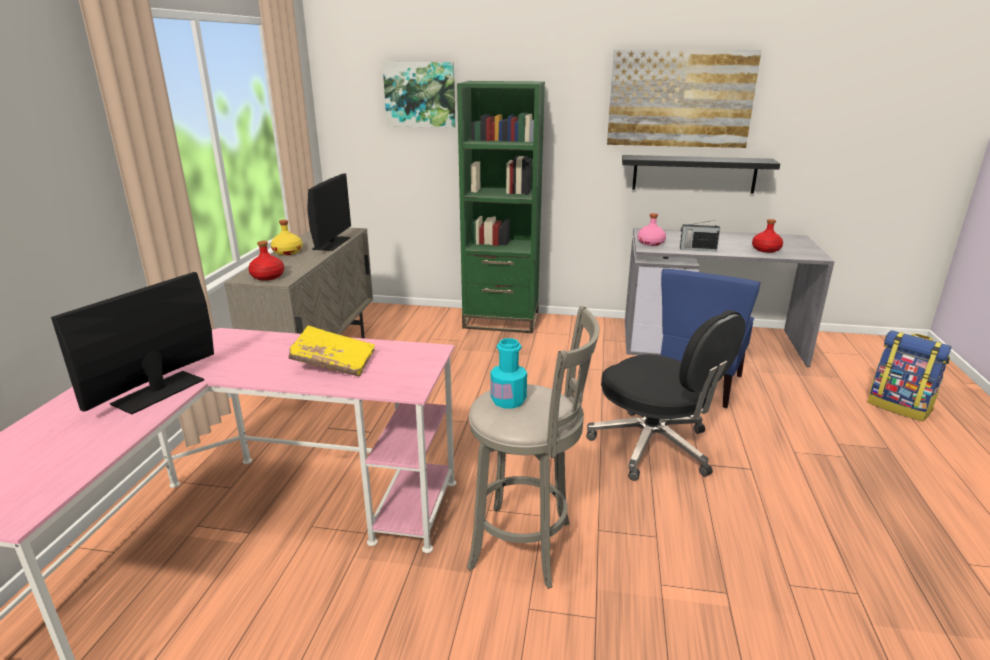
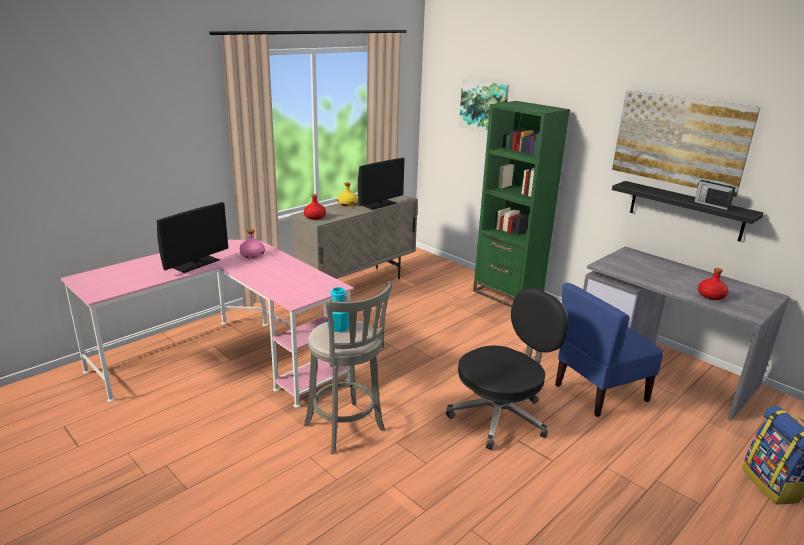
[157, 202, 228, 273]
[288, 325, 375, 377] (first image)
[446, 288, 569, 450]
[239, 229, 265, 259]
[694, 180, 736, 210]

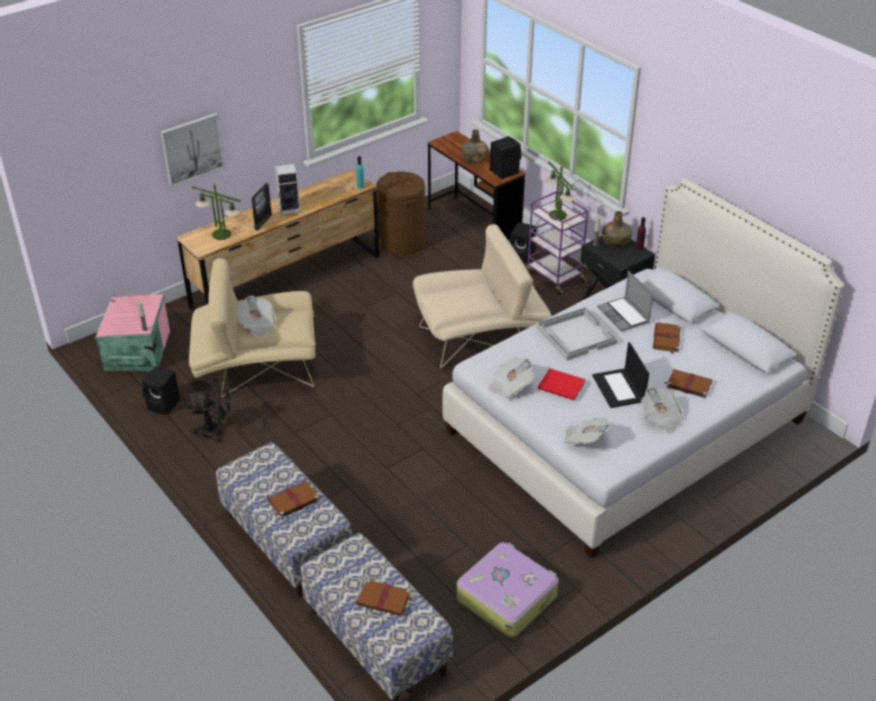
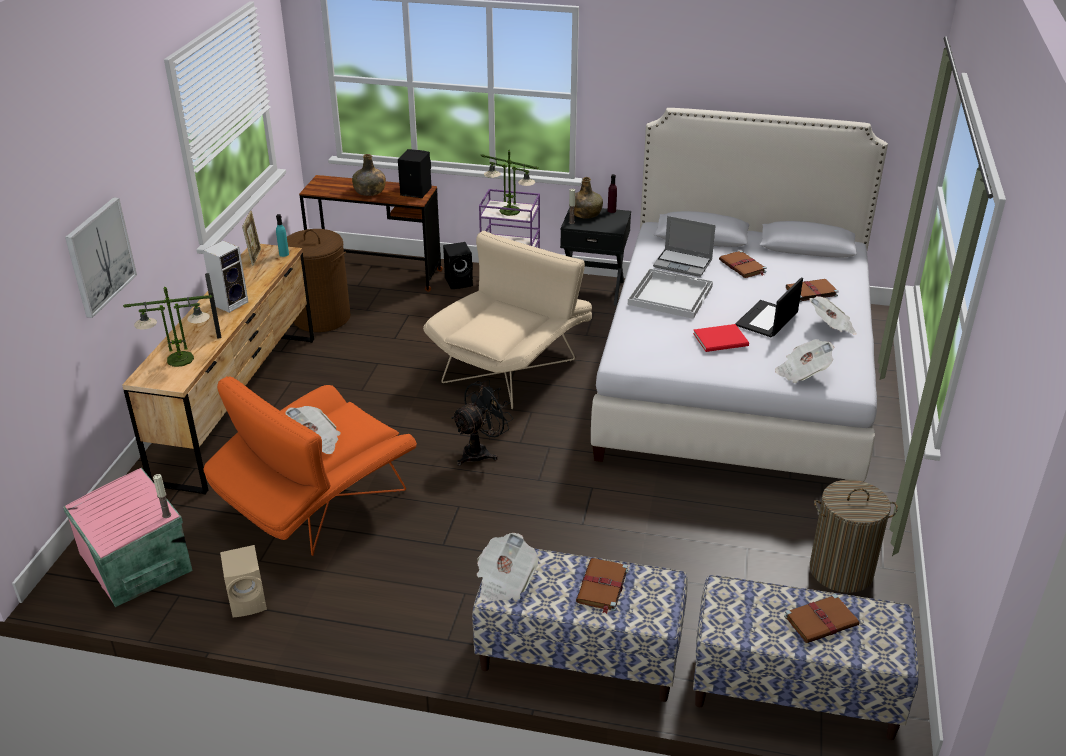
[220, 545, 267, 617]
[451, 380, 513, 466]
[204, 376, 417, 556]
[810, 480, 898, 593]
[477, 533, 538, 601]
[735, 277, 803, 338]
[242, 211, 261, 266]

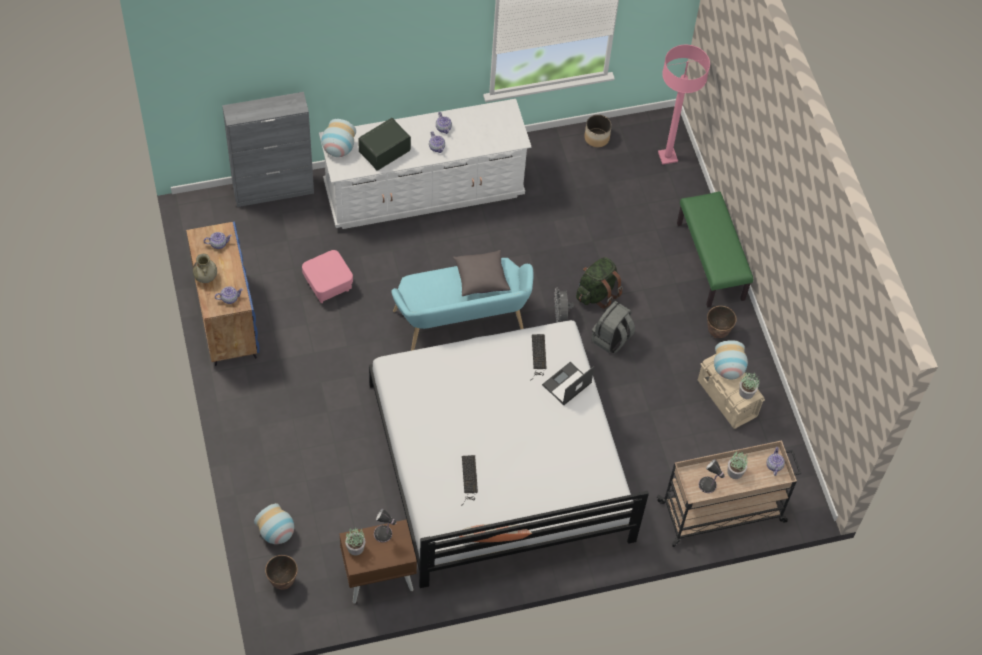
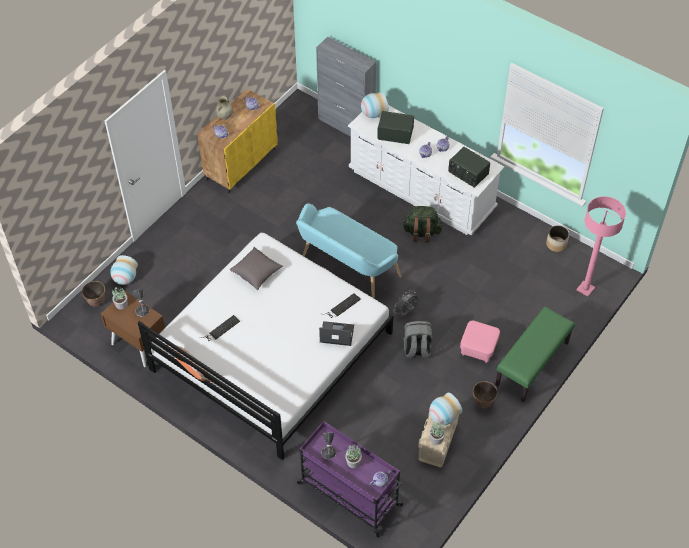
[198, 89, 278, 193]
[460, 321, 500, 363]
[230, 247, 283, 290]
[403, 206, 442, 242]
[296, 421, 403, 537]
[448, 147, 490, 188]

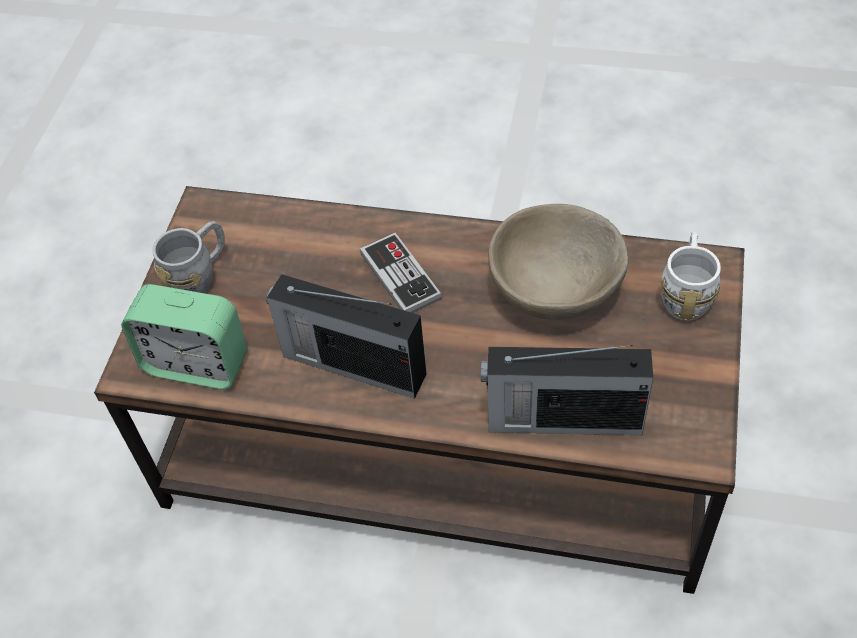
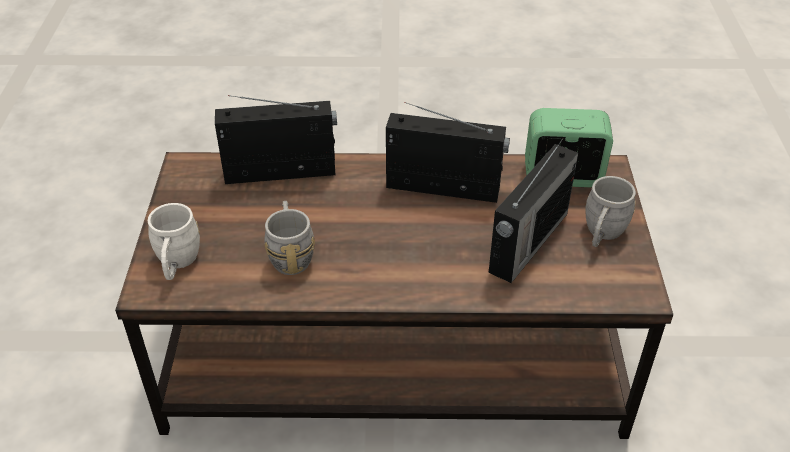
[360, 233, 442, 313] (first image)
[264, 201, 315, 275]
[489, 138, 578, 283]

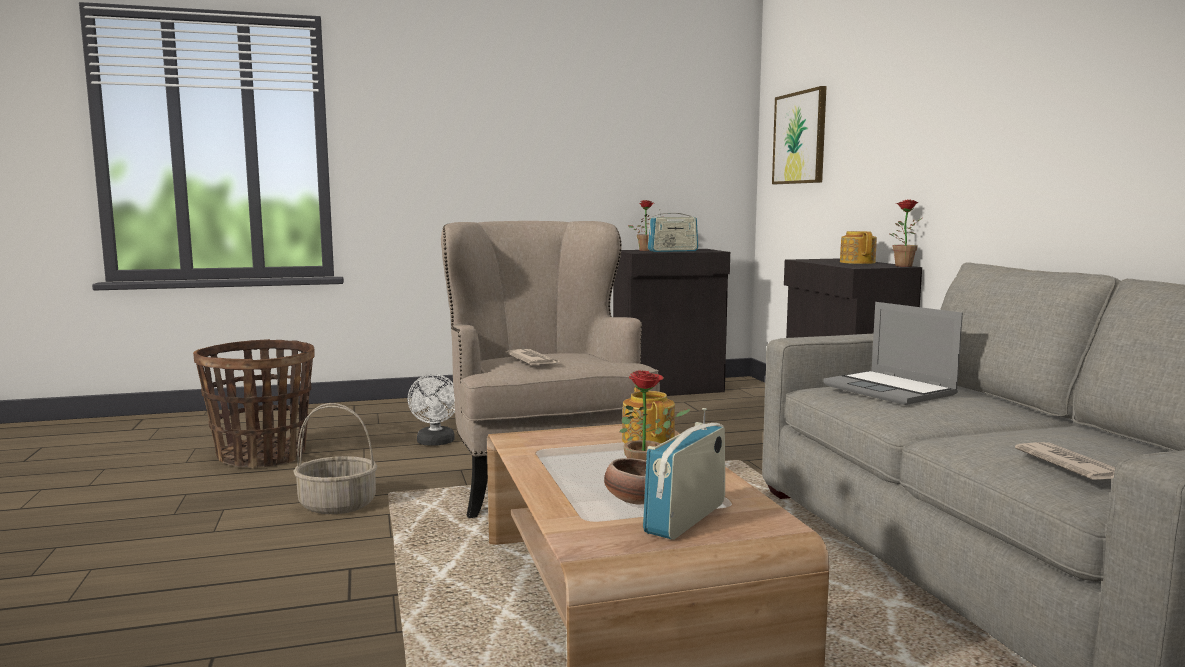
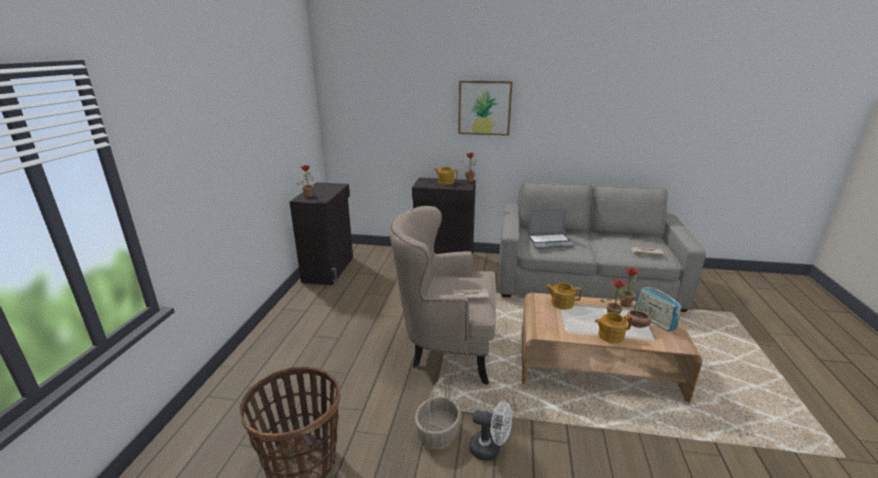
[469, 401, 512, 461]
[648, 209, 698, 252] (first image)
[458, 81, 513, 136]
[595, 313, 632, 344]
[613, 268, 639, 307]

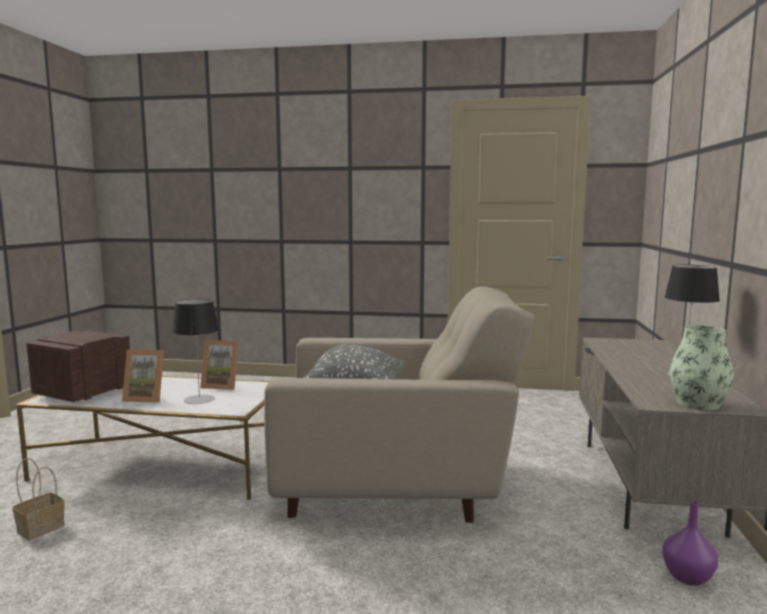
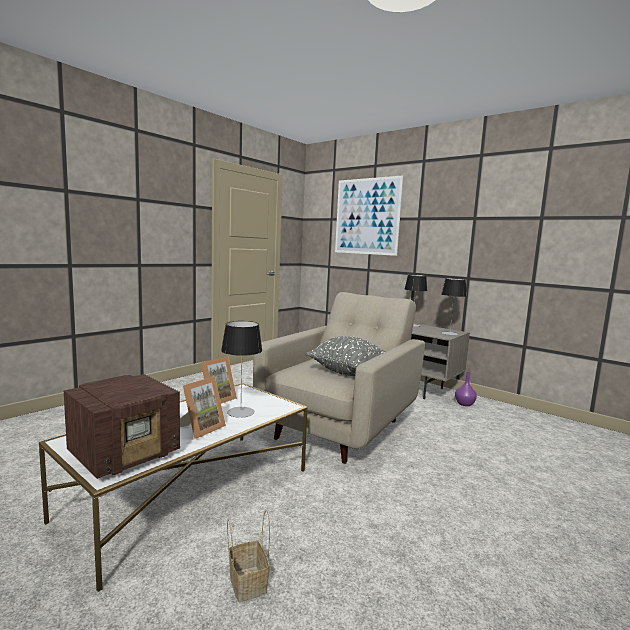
[64, 374, 180, 479]
[441, 278, 467, 335]
[335, 175, 403, 256]

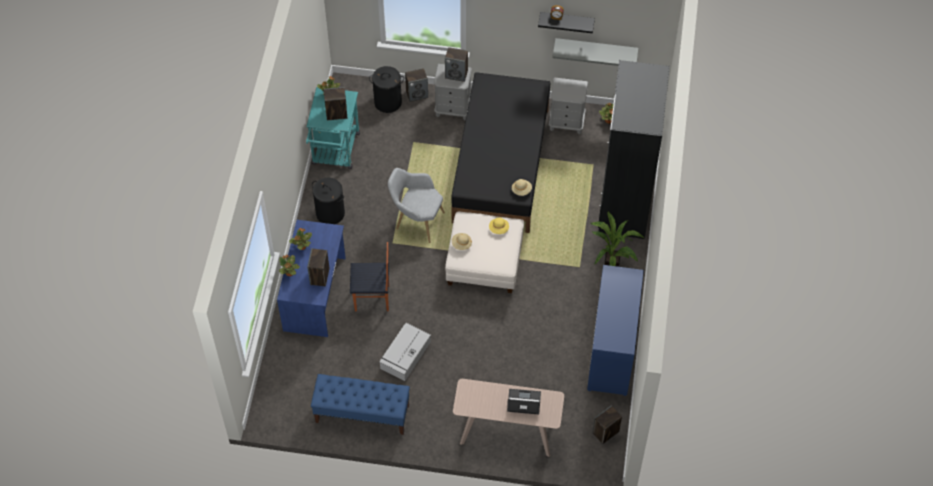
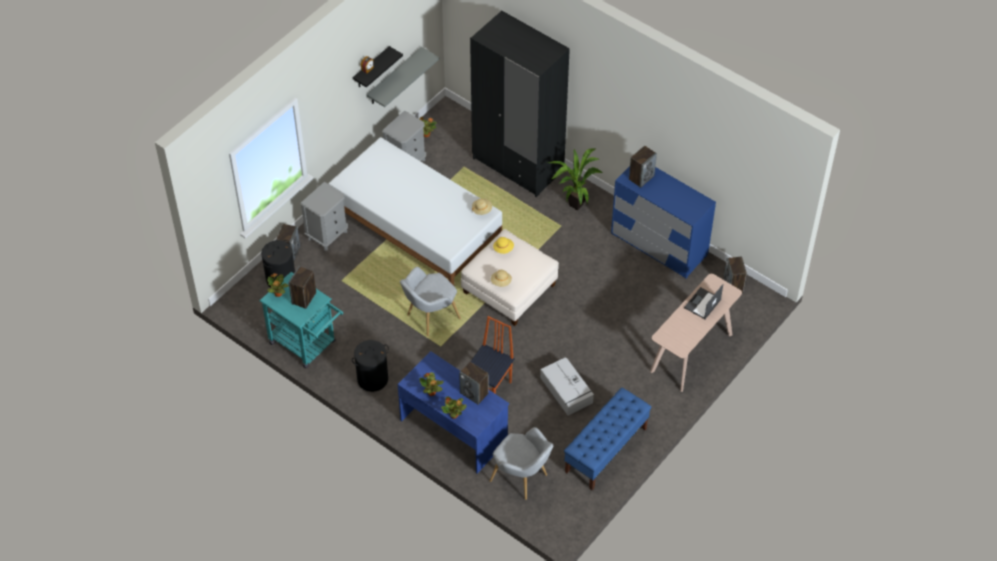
[629, 146, 657, 188]
[328, 137, 502, 286]
[490, 427, 553, 500]

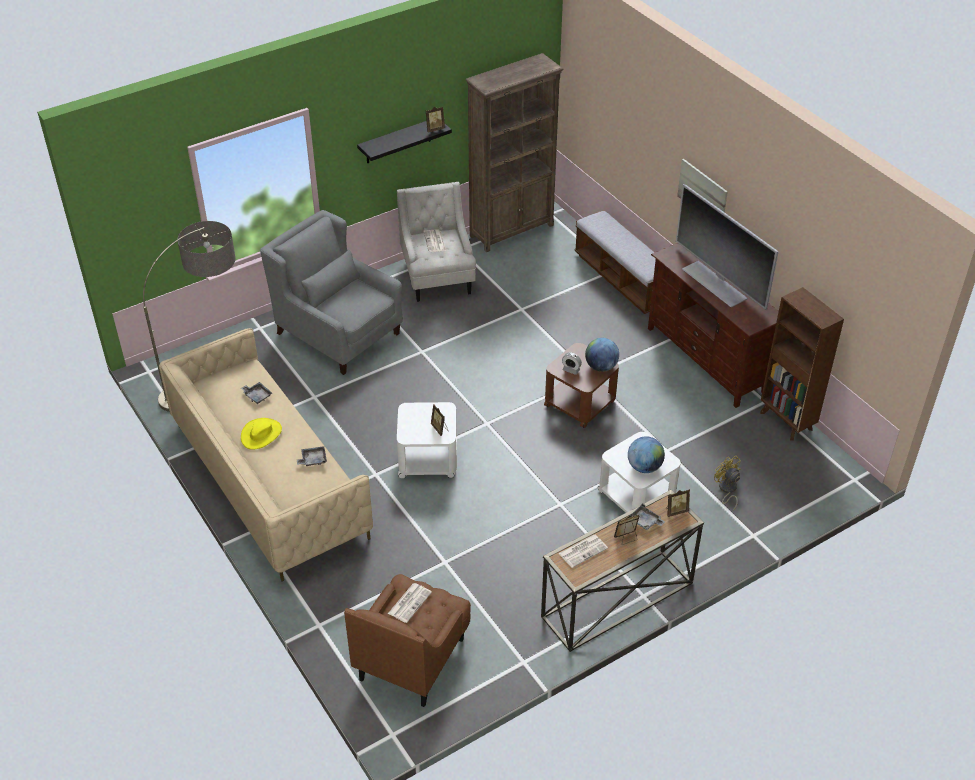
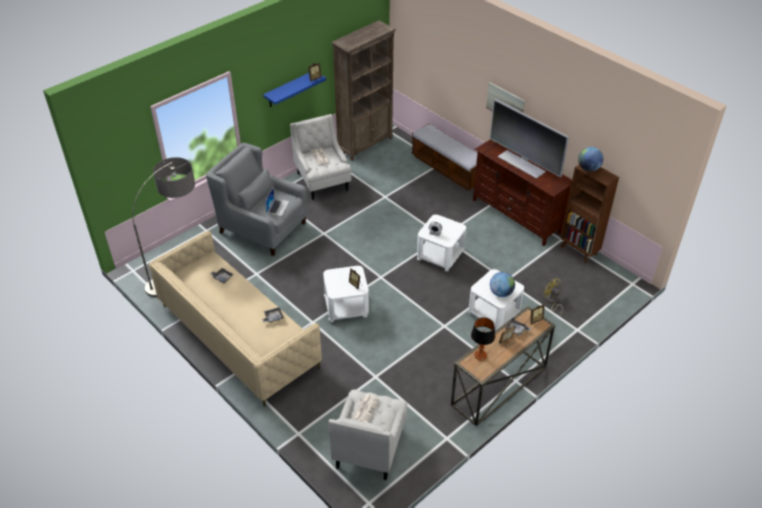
[241, 418, 282, 450] (first image)
[328, 389, 407, 480]
[263, 73, 326, 107]
[417, 215, 466, 272]
[471, 317, 495, 361]
[578, 147, 603, 172]
[265, 188, 289, 216]

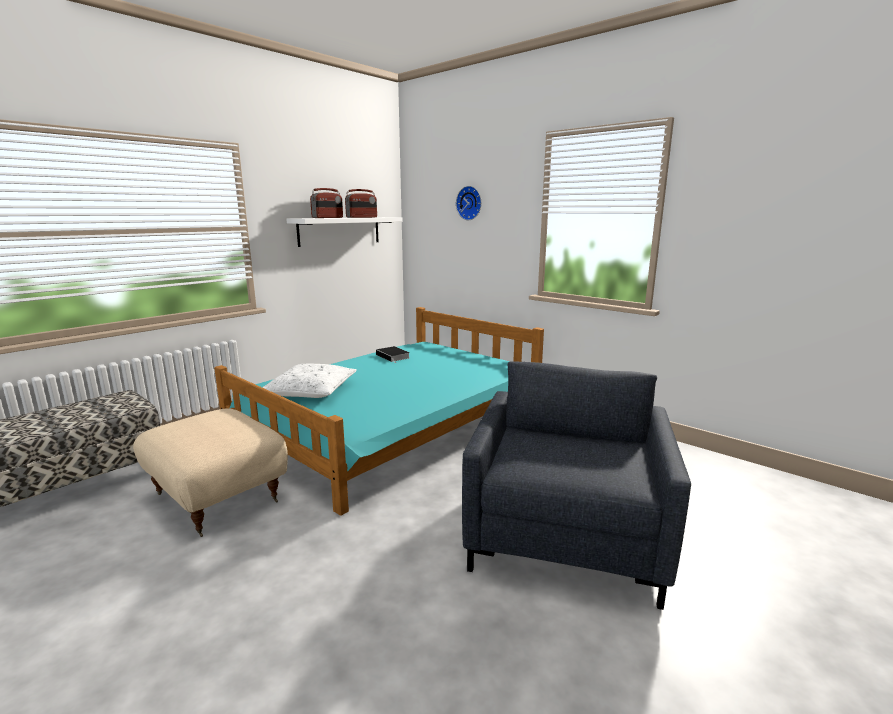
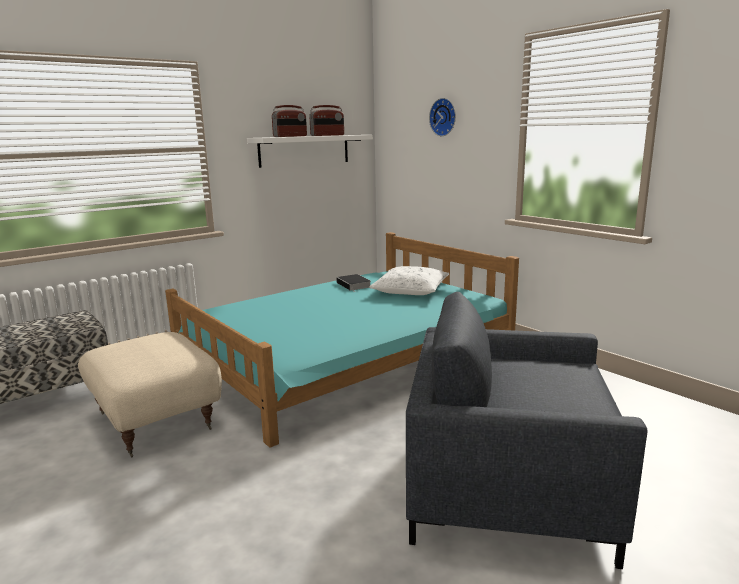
[369, 266, 449, 295]
[406, 292, 647, 569]

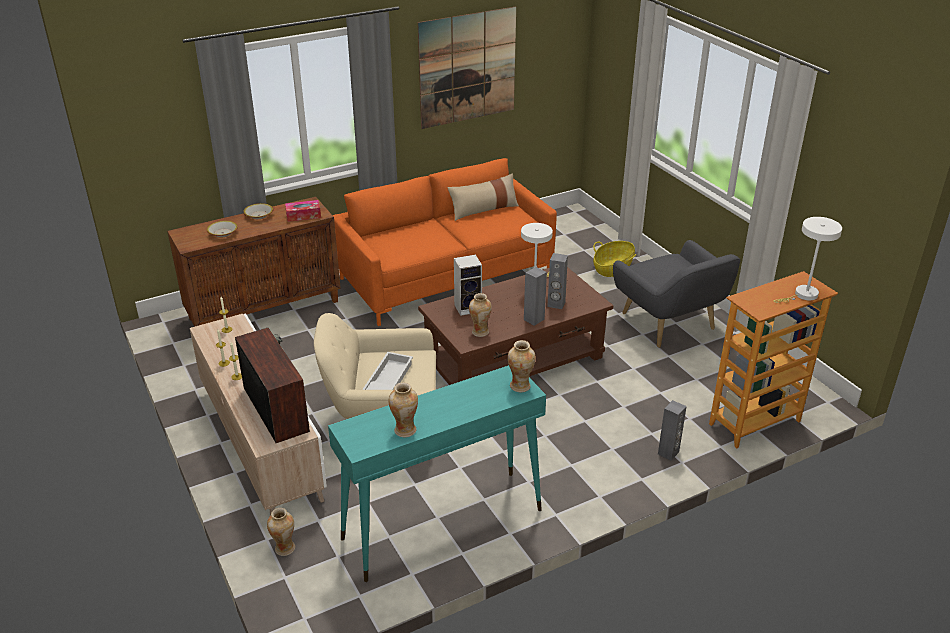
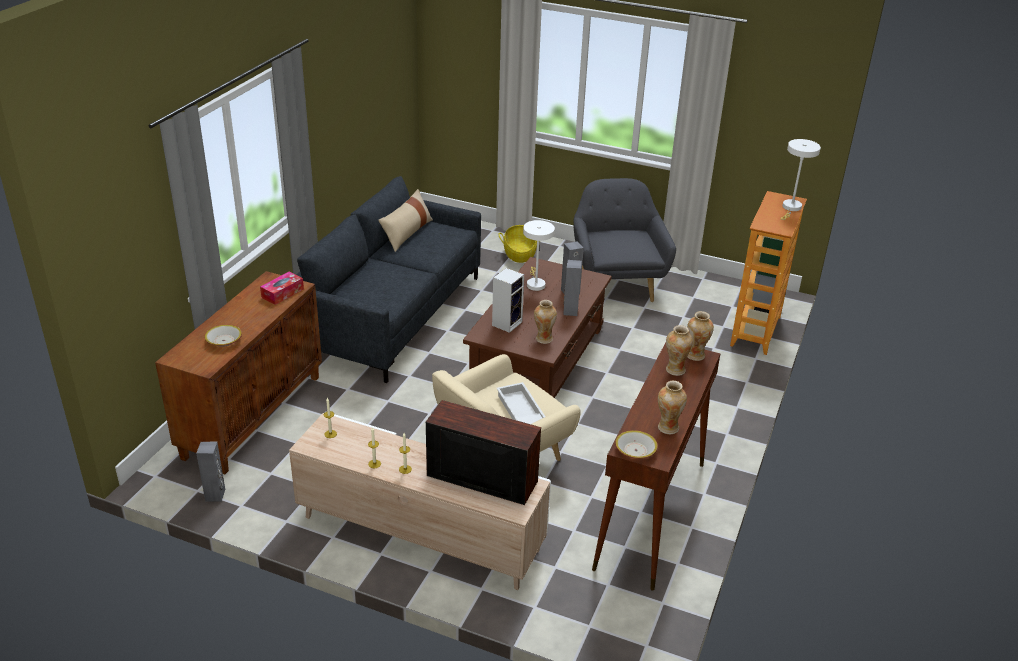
[615, 430, 658, 459]
[666, 325, 693, 376]
[592, 342, 720, 591]
[296, 176, 481, 383]
[418, 6, 516, 129] (first image)
[573, 178, 676, 302]
[196, 442, 225, 502]

